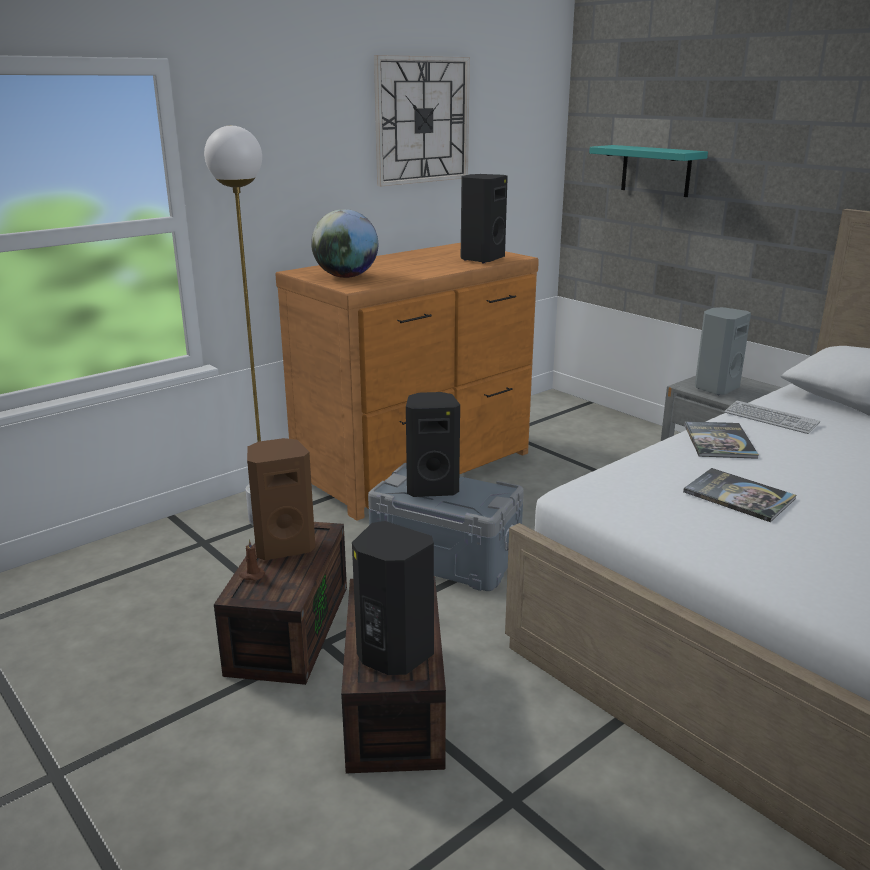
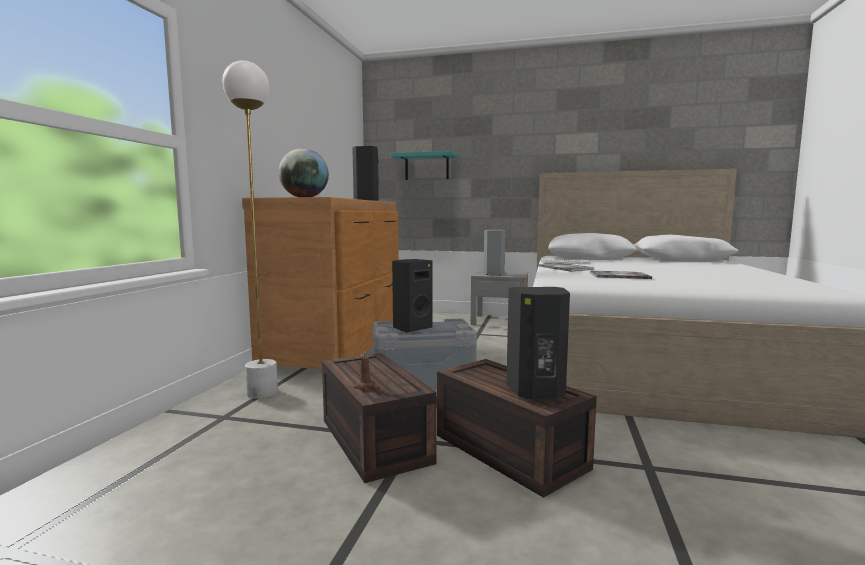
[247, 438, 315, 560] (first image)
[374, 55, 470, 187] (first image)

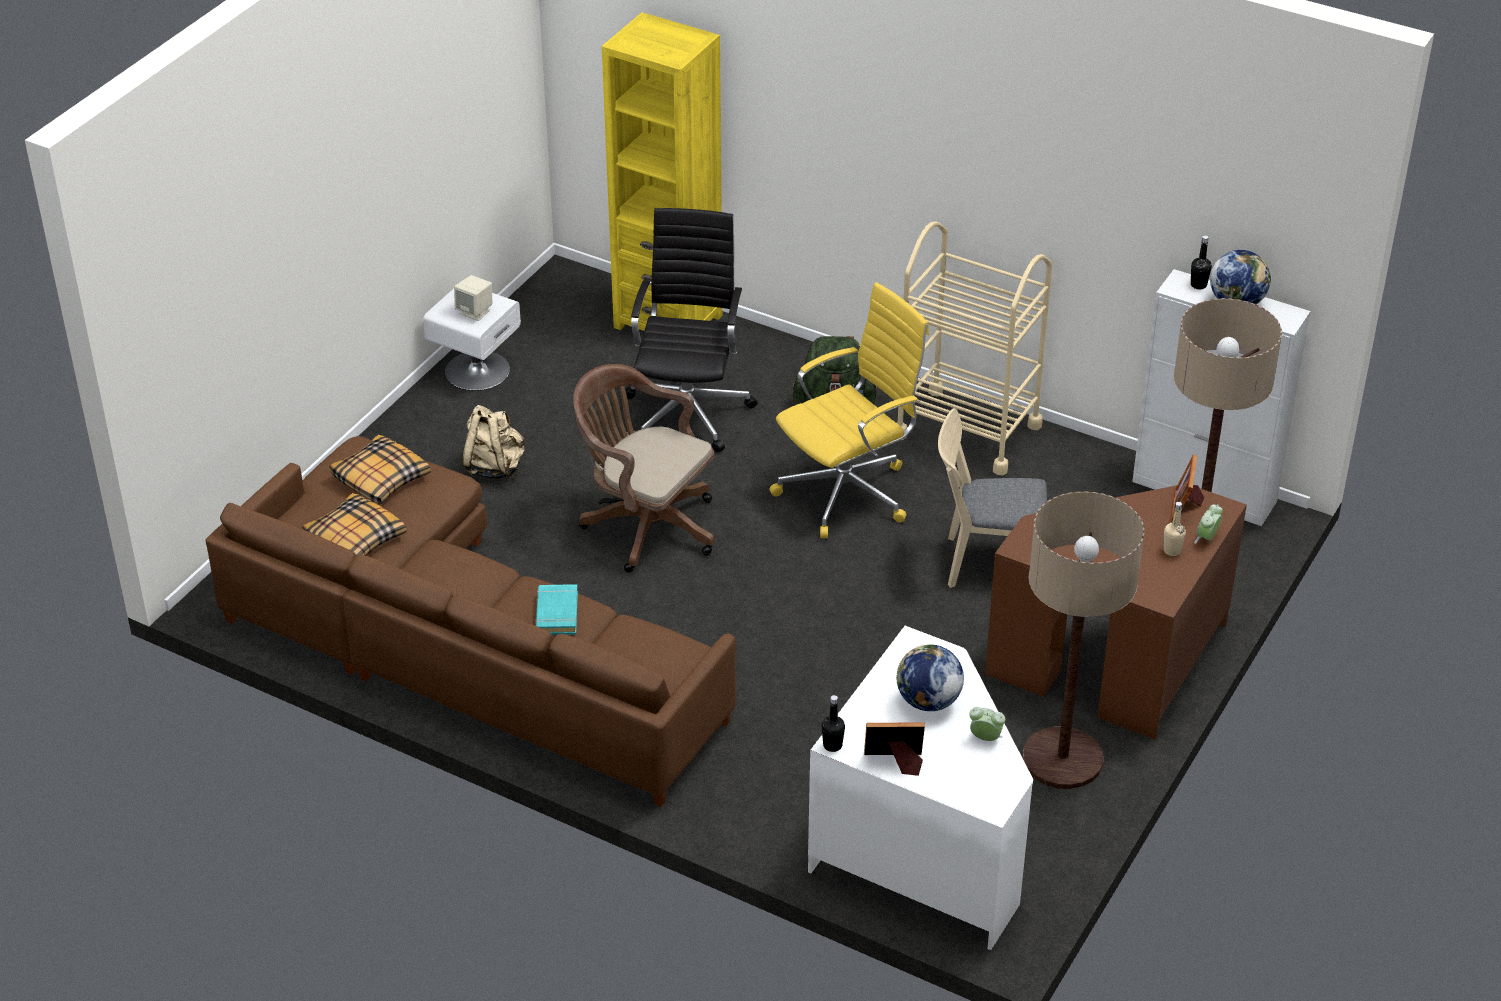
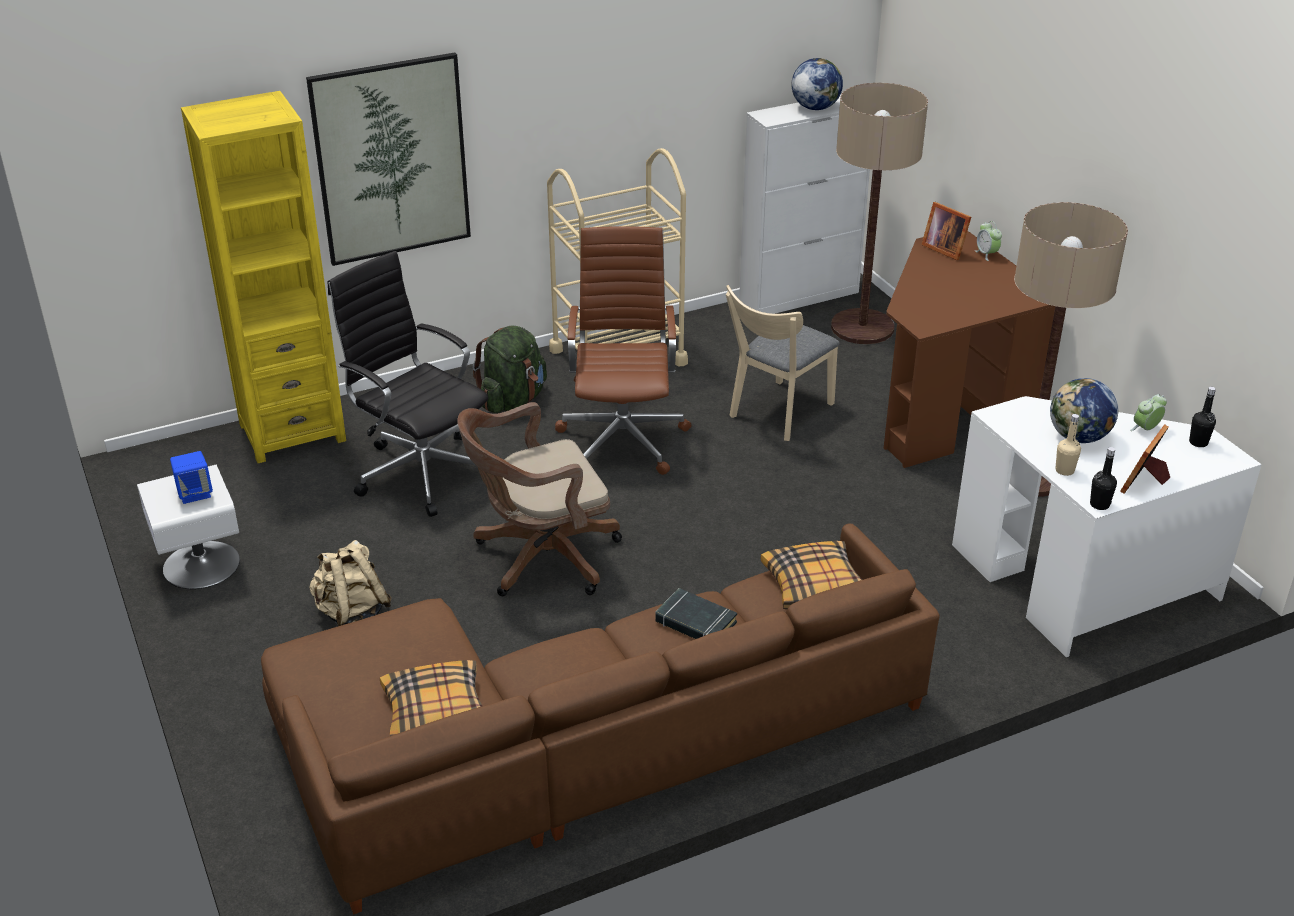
[761, 541, 862, 609]
[170, 451, 213, 504]
[655, 588, 737, 639]
[555, 226, 691, 475]
[1055, 414, 1081, 476]
[1189, 387, 1216, 447]
[306, 52, 471, 266]

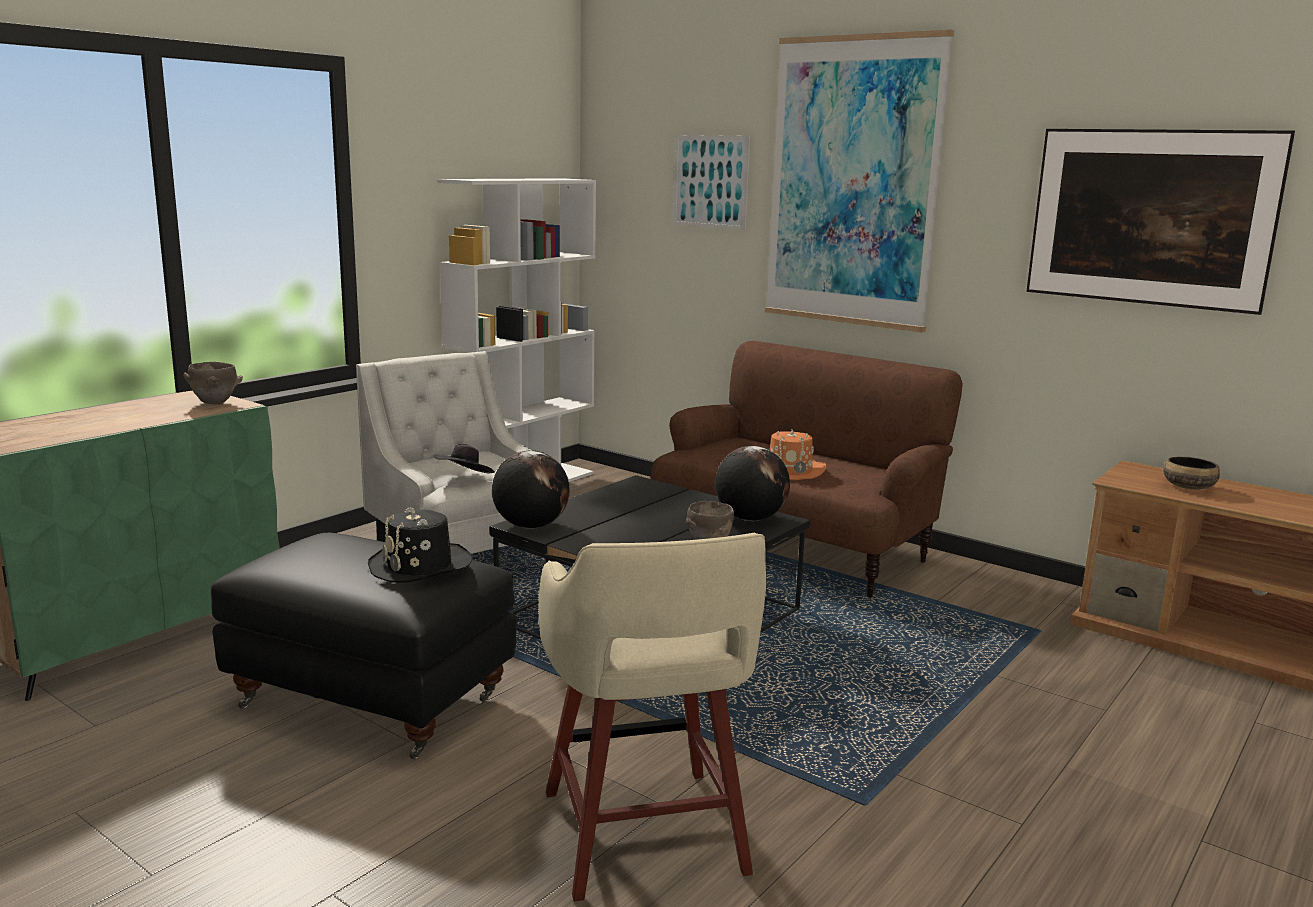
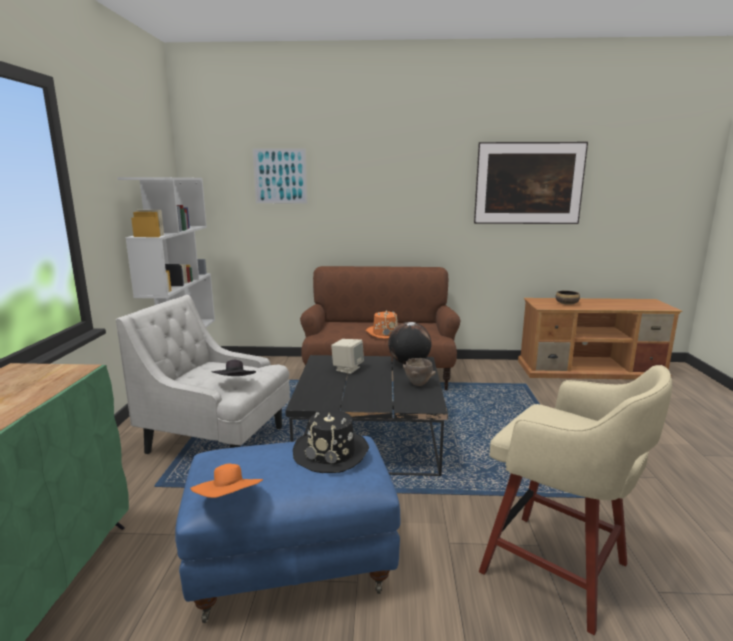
[184, 362, 243, 405] (first image)
[175, 436, 400, 623]
[492, 450, 570, 529] (first image)
[765, 30, 954, 333] (first image)
[190, 464, 263, 498]
[331, 339, 364, 374]

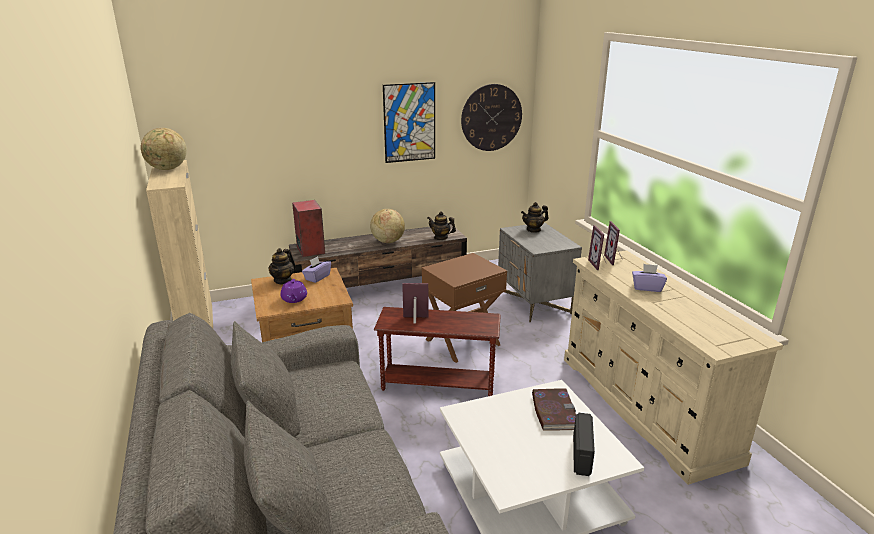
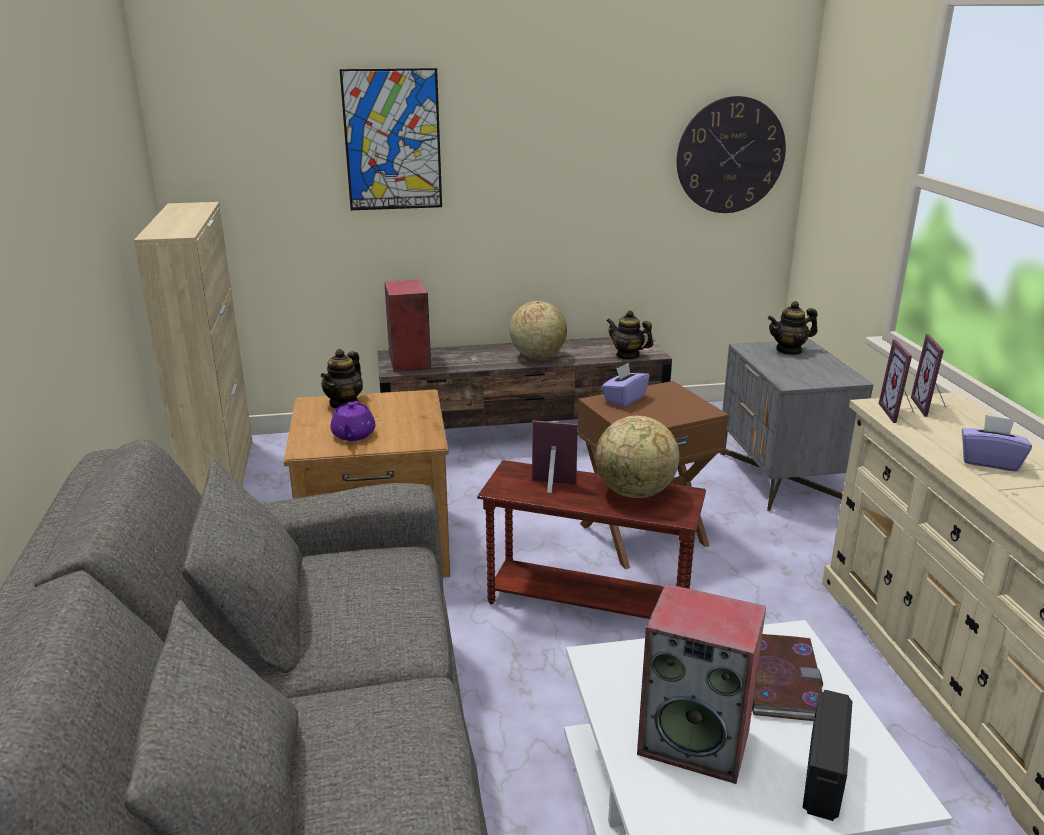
[595, 416, 679, 498]
[602, 363, 650, 407]
[340, 68, 442, 210]
[637, 583, 766, 784]

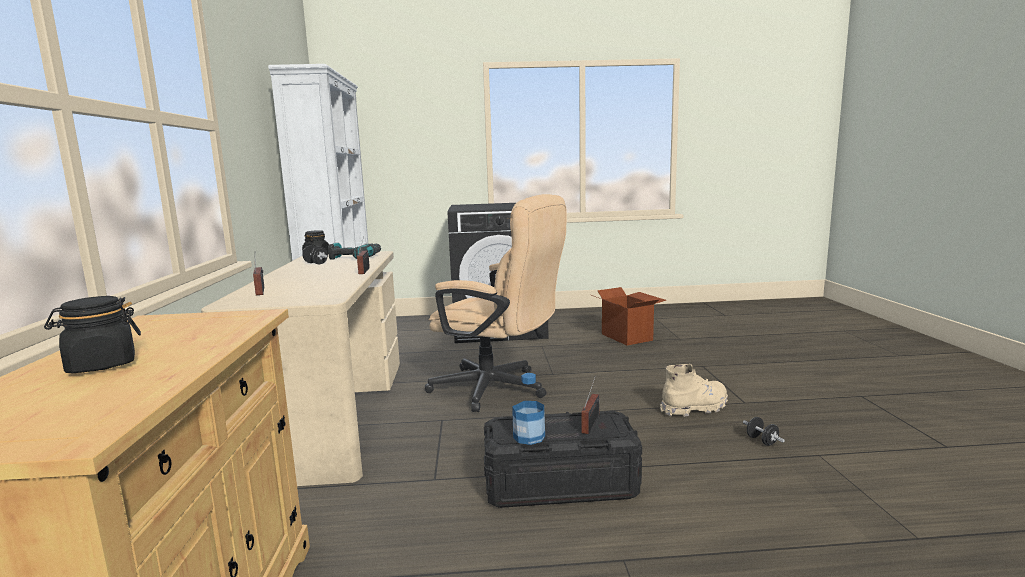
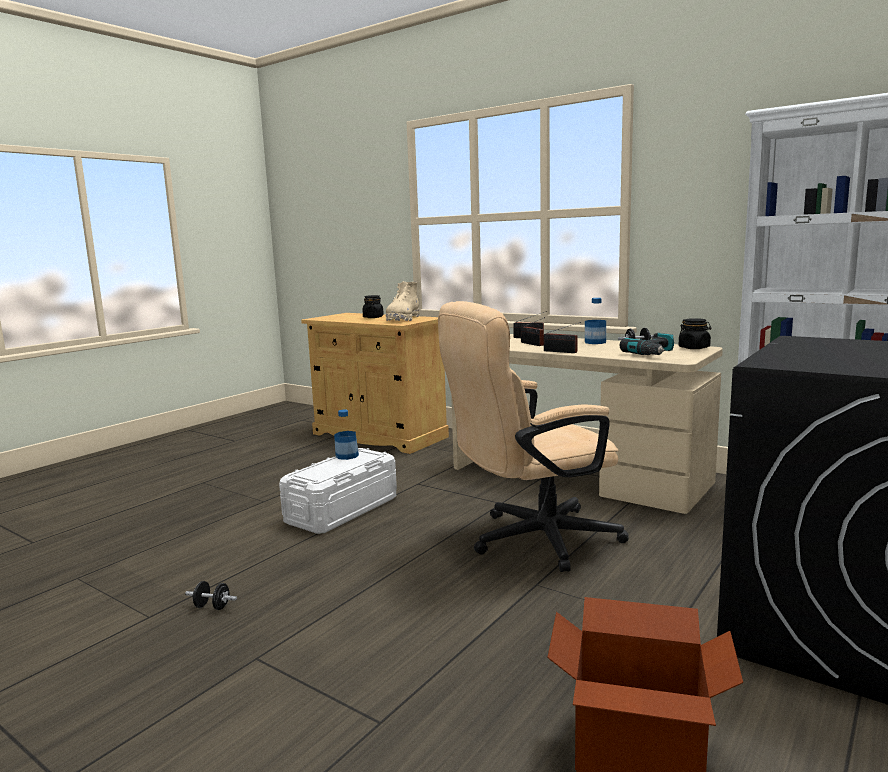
[279, 448, 397, 534]
[521, 317, 545, 346]
[385, 281, 419, 321]
[585, 298, 606, 344]

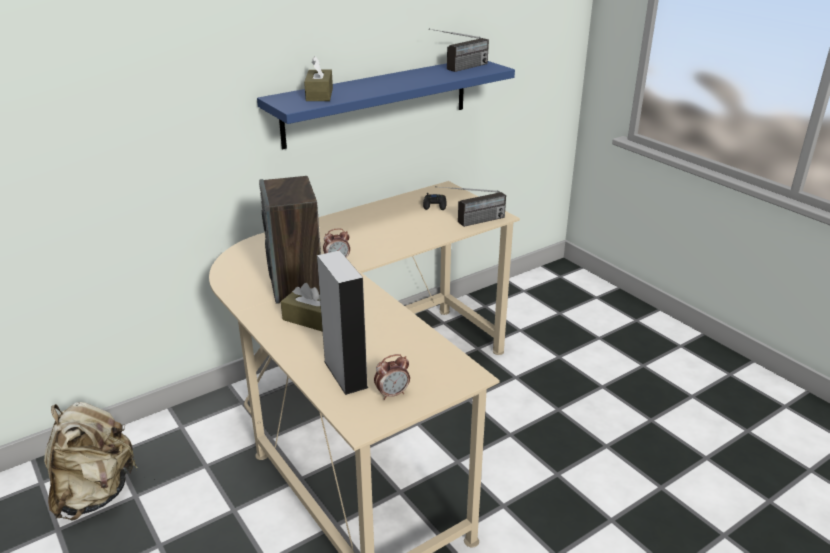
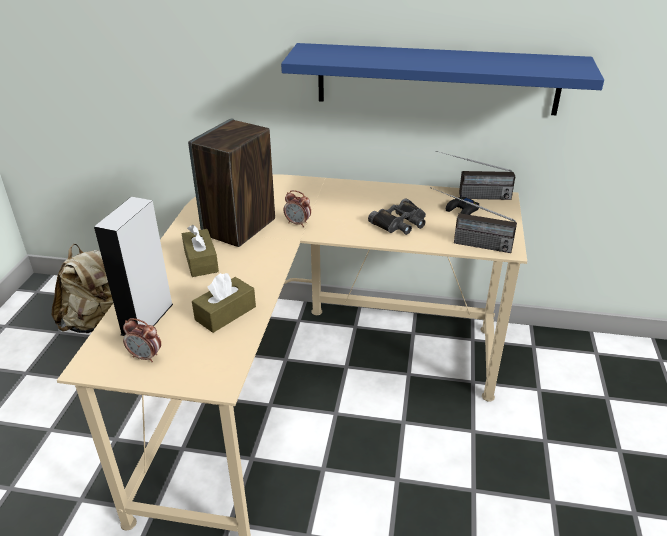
[192, 273, 256, 333]
[436, 151, 515, 200]
[368, 198, 426, 235]

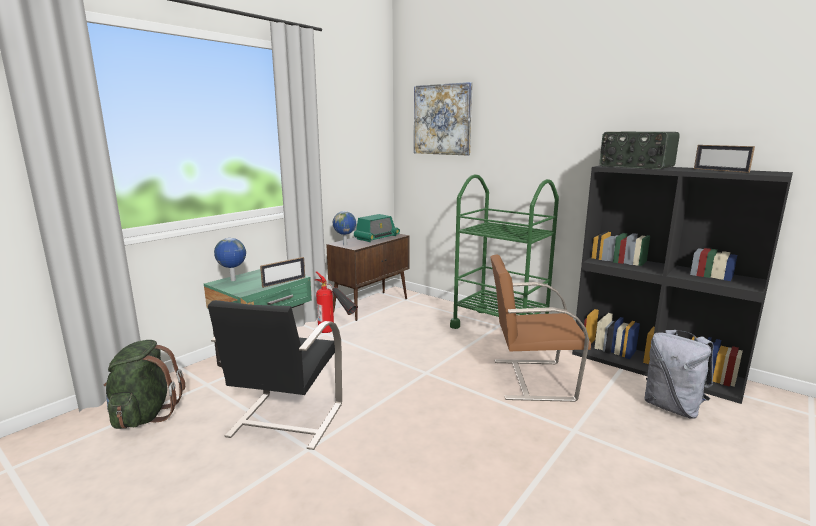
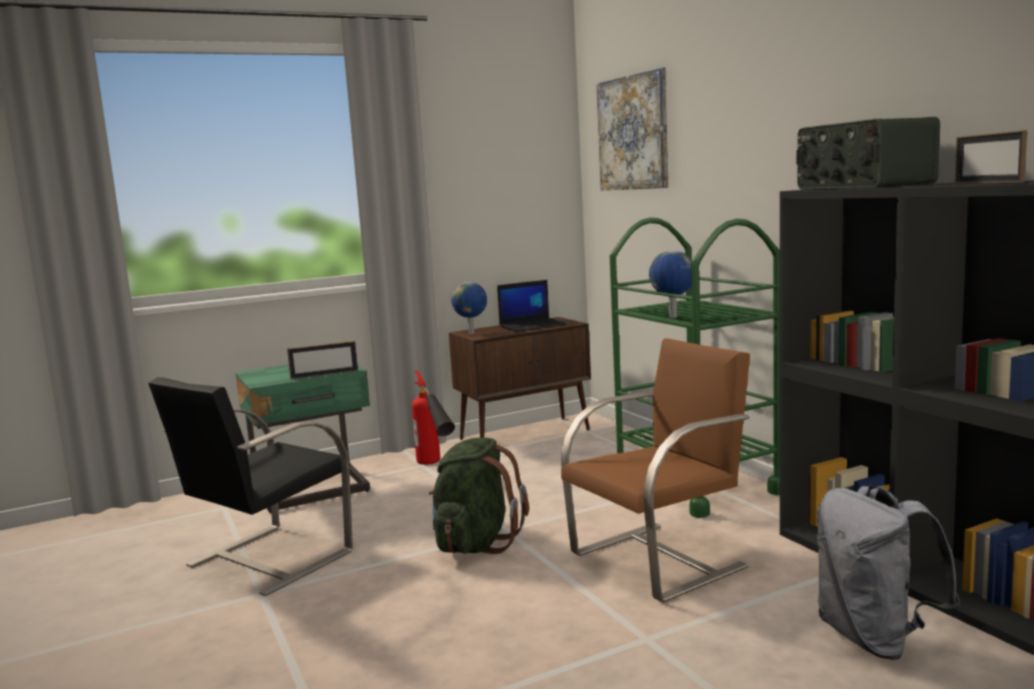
[429, 438, 529, 554]
[649, 250, 692, 318]
[497, 280, 567, 332]
[561, 338, 750, 603]

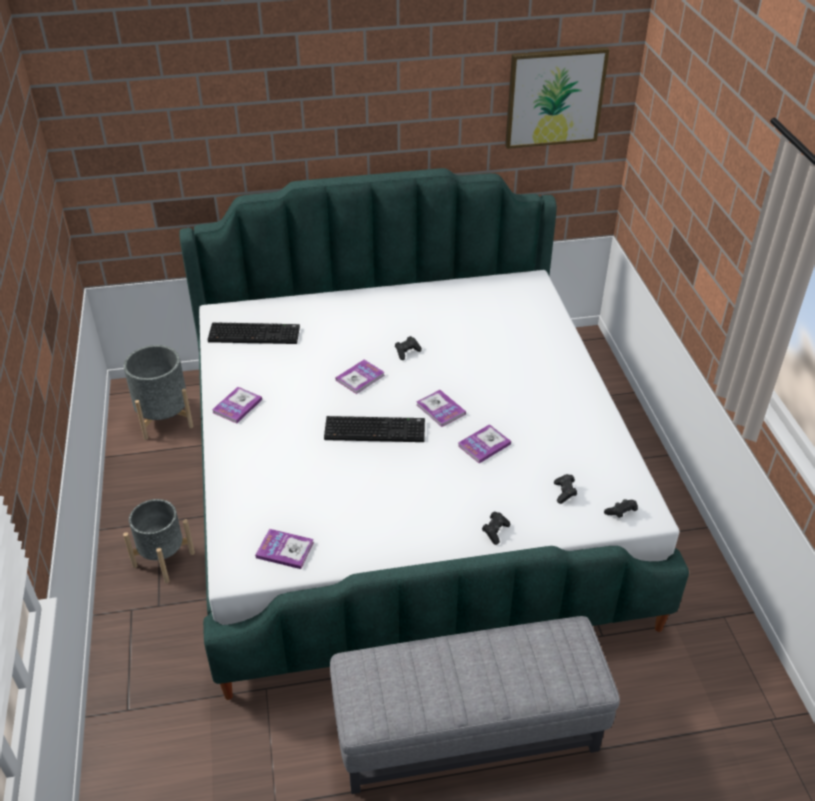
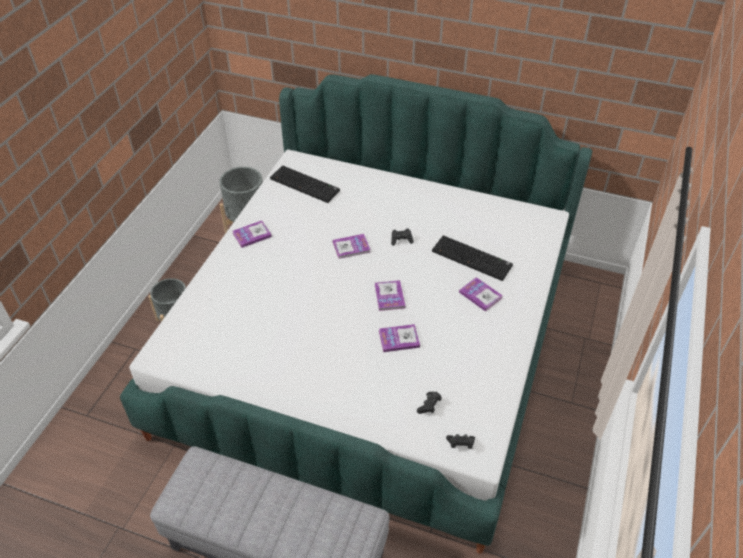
[459, 277, 503, 312]
[432, 235, 513, 281]
[482, 511, 510, 545] (first image)
[505, 47, 609, 149] (first image)

